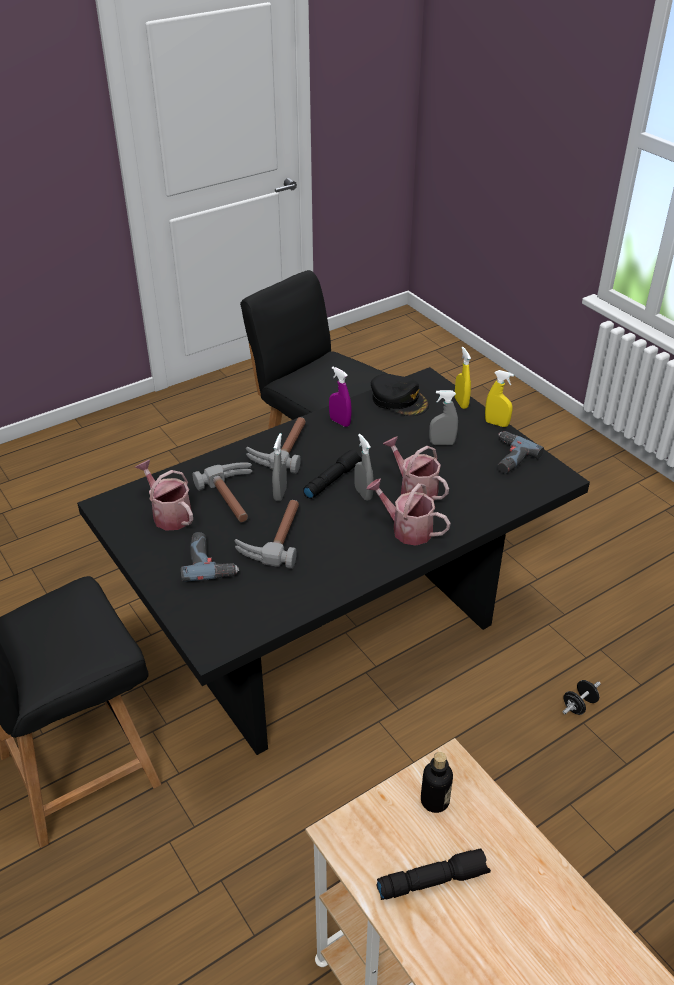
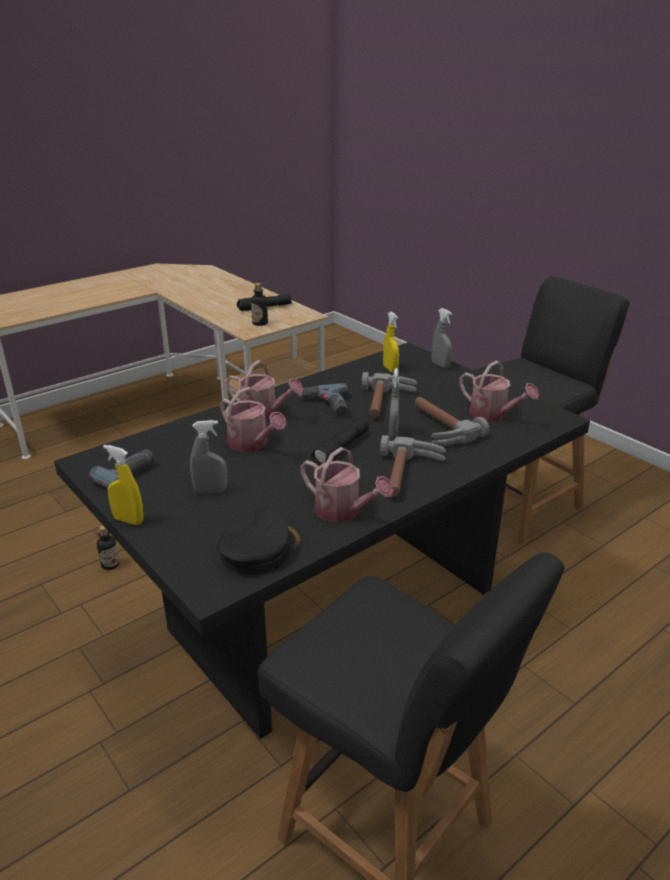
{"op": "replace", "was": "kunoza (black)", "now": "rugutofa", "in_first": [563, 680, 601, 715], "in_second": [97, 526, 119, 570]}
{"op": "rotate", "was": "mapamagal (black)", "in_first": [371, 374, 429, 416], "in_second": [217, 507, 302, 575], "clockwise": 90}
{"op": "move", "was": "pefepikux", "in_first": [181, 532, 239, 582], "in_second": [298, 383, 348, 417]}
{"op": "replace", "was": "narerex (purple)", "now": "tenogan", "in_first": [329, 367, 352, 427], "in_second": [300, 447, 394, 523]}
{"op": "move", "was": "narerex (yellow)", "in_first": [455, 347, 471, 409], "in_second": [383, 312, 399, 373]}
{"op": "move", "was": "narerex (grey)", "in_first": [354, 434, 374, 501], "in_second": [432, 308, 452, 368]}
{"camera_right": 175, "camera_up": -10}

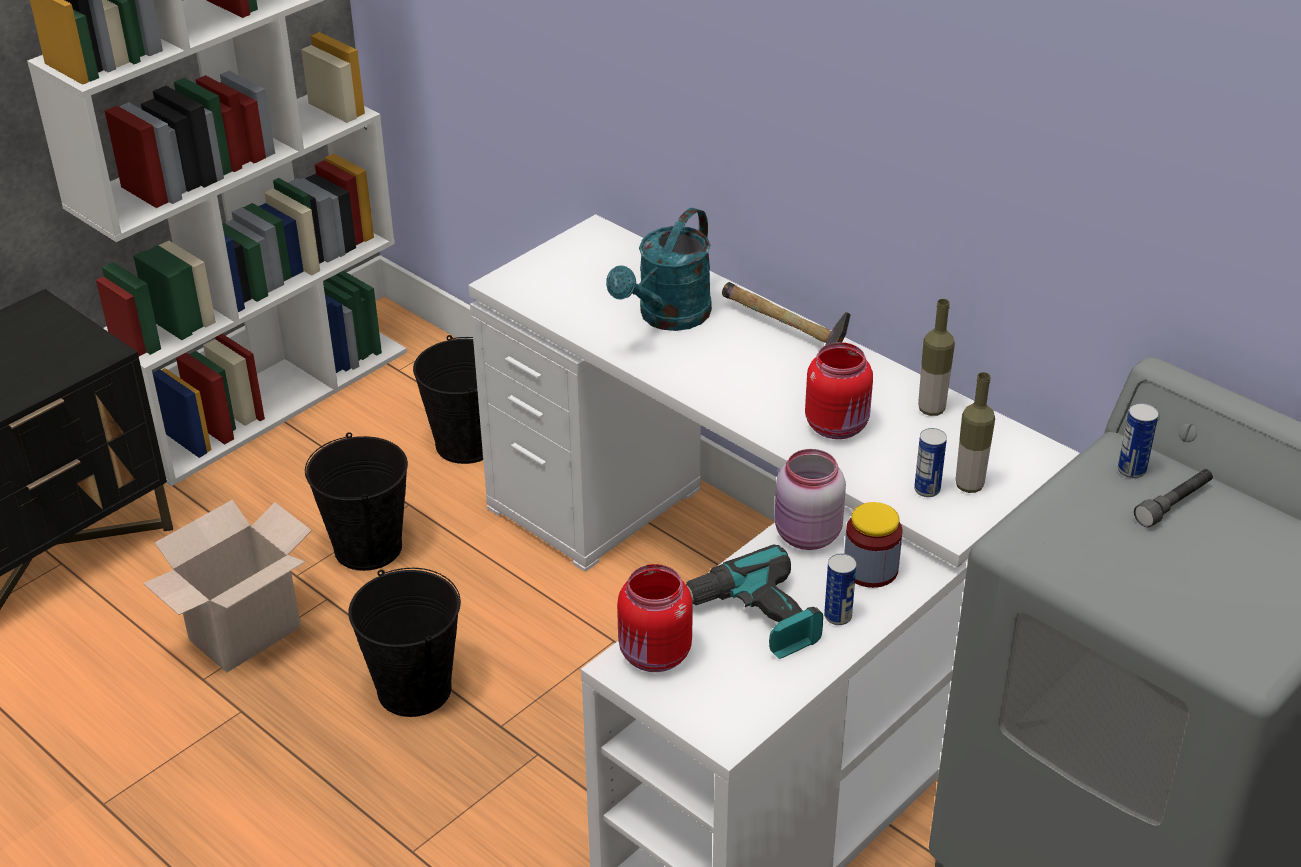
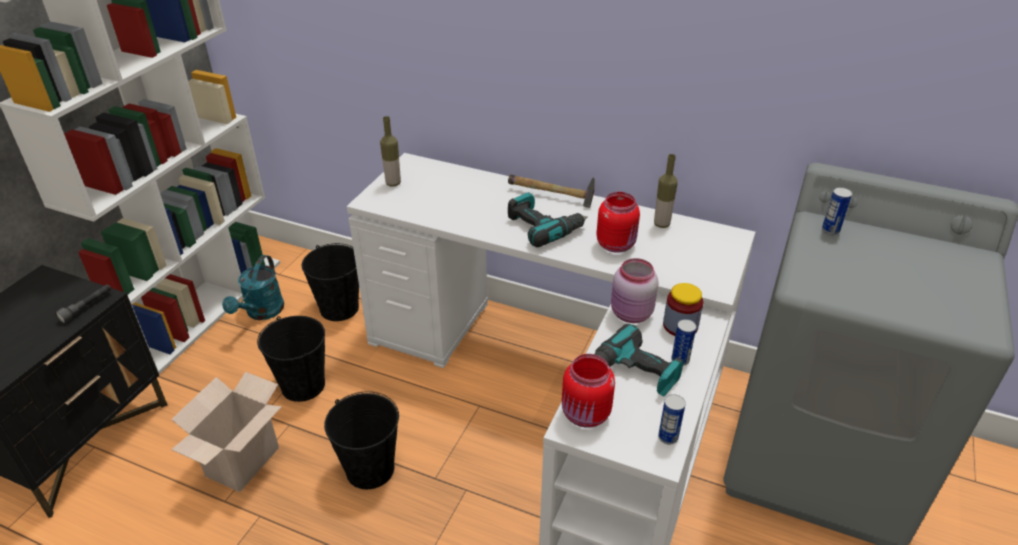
{"op": "move", "was": "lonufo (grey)", "in_first": [1134, 469, 1213, 528], "in_second": [55, 284, 111, 323]}
{"op": "move", "was": "tenogan (turquoise)", "in_first": [606, 208, 712, 331], "in_second": [222, 255, 284, 320]}
{"op": "move", "was": "rugutofa", "in_first": [956, 372, 995, 493], "in_second": [380, 116, 401, 187]}
{"op": "insert", "now": "pefepikux", "in_second": [508, 192, 588, 247]}
{"op": "move", "was": "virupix", "in_first": [914, 428, 947, 497], "in_second": [658, 394, 686, 445]}
{"camera_right": -20, "camera_up": 0}

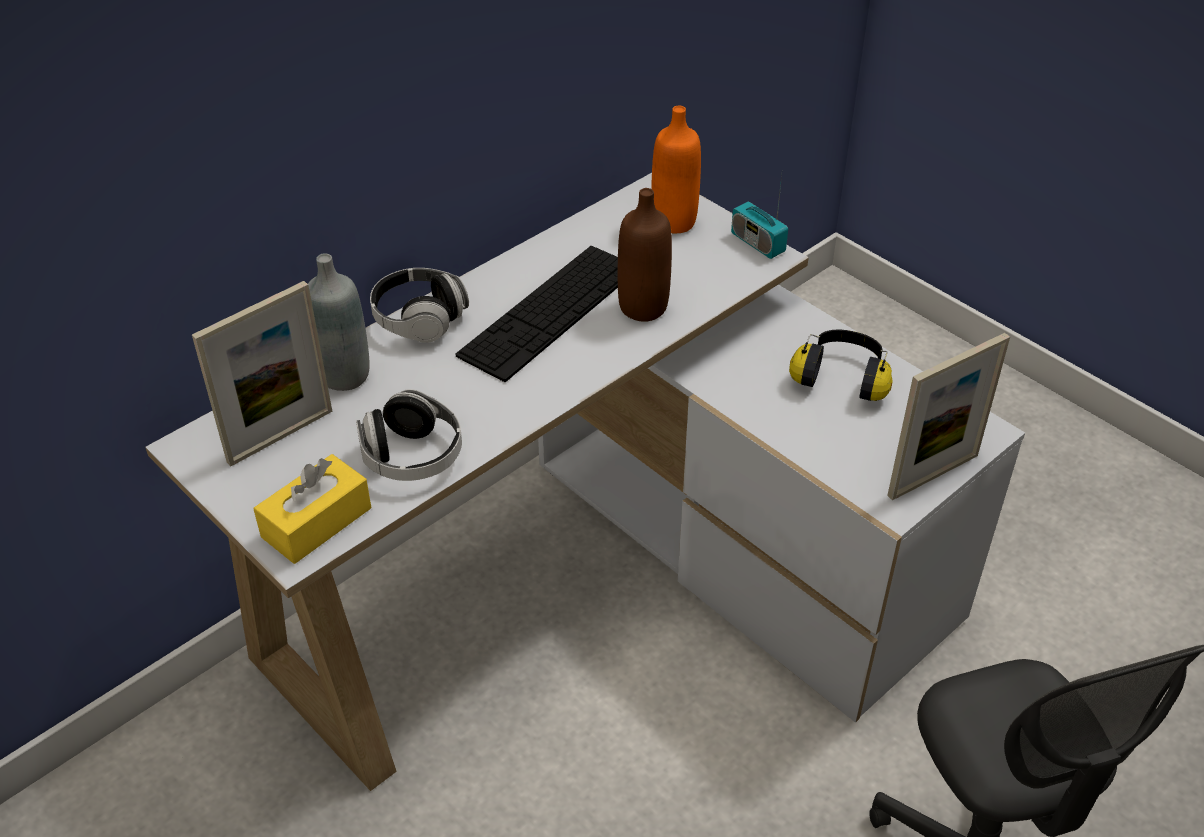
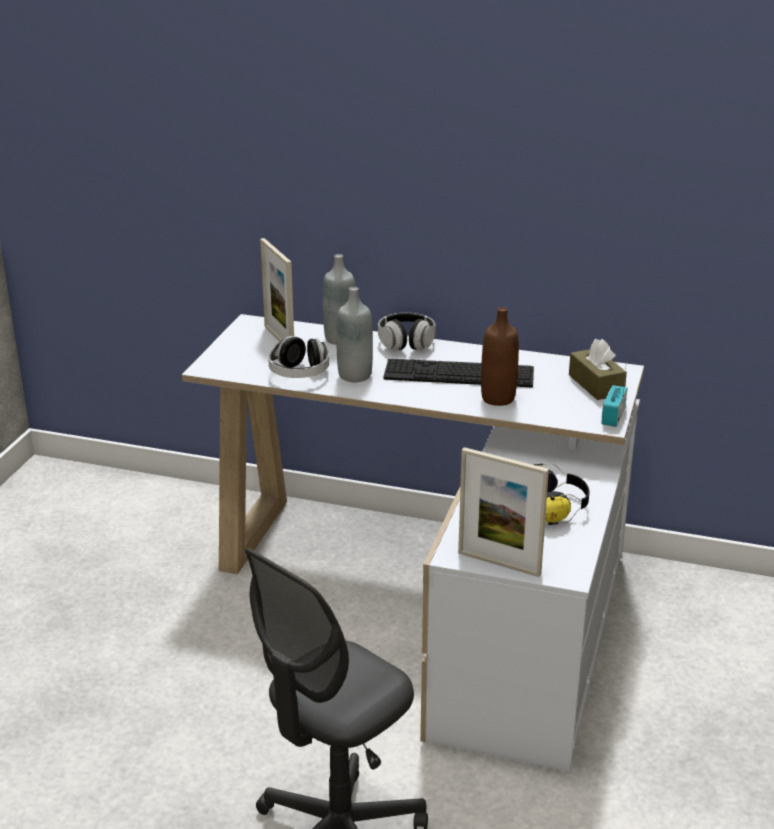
{"op": "rotate", "was": "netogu", "in_first": [192, 281, 332, 466], "in_second": [260, 238, 294, 341], "clockwise": 45}
{"op": "insert", "now": "rugutofa (grey)", "in_second": [336, 287, 373, 382]}
{"op": "replace", "was": "rugutofa (orange)", "now": "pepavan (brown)", "in_first": [651, 106, 701, 233], "in_second": [569, 339, 627, 400]}
{"op": "delete", "was": "pepavan (yellow)", "in_first": [253, 454, 371, 564]}
{"camera_right": 60, "camera_up": -15}

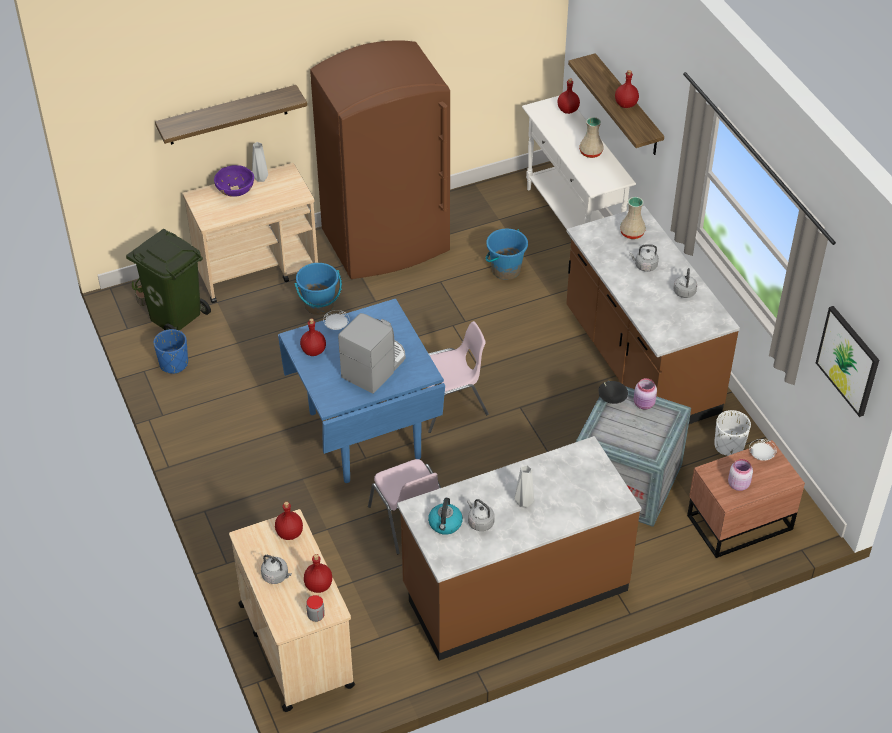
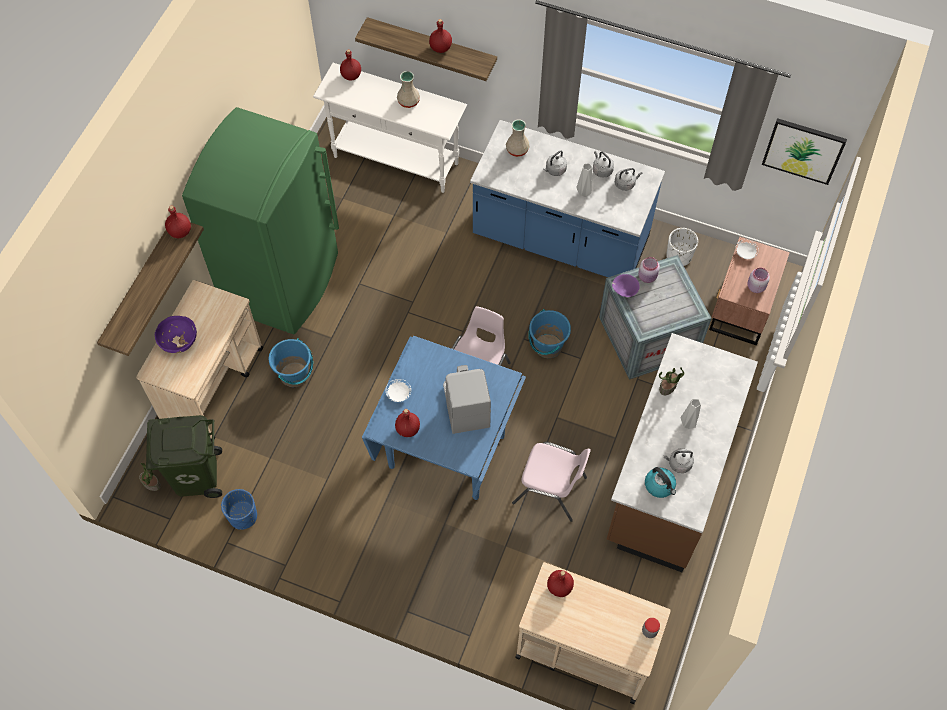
{"op": "move", "was": "rugutofa (red)", "in_first": [304, 554, 332, 593], "in_second": [165, 205, 191, 238]}
{"op": "recolor", "was": "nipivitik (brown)", "now": "nipivitik (green)", "in_first": [310, 40, 450, 279], "in_second": [182, 107, 339, 335]}
{"op": "recolor", "was": "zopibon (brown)", "now": "zopibon (blue)", "in_first": [566, 206, 740, 424], "in_second": [470, 120, 665, 277]}
{"op": "move", "was": "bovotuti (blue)", "in_first": [486, 229, 528, 280], "in_second": [529, 309, 571, 358]}
{"op": "move", "was": "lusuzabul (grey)", "in_first": [252, 142, 268, 182], "in_second": [576, 163, 592, 197]}
{"op": "recolor", "was": "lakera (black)", "now": "lakera (purple)", "in_first": [598, 381, 628, 404], "in_second": [612, 274, 640, 297]}
{"op": "move", "was": "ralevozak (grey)", "in_first": [261, 555, 292, 584], "in_second": [615, 168, 642, 191]}
{"op": "insert", "now": "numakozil", "in_second": [659, 367, 684, 395]}
{"camera_right": -45, "camera_up": 15}

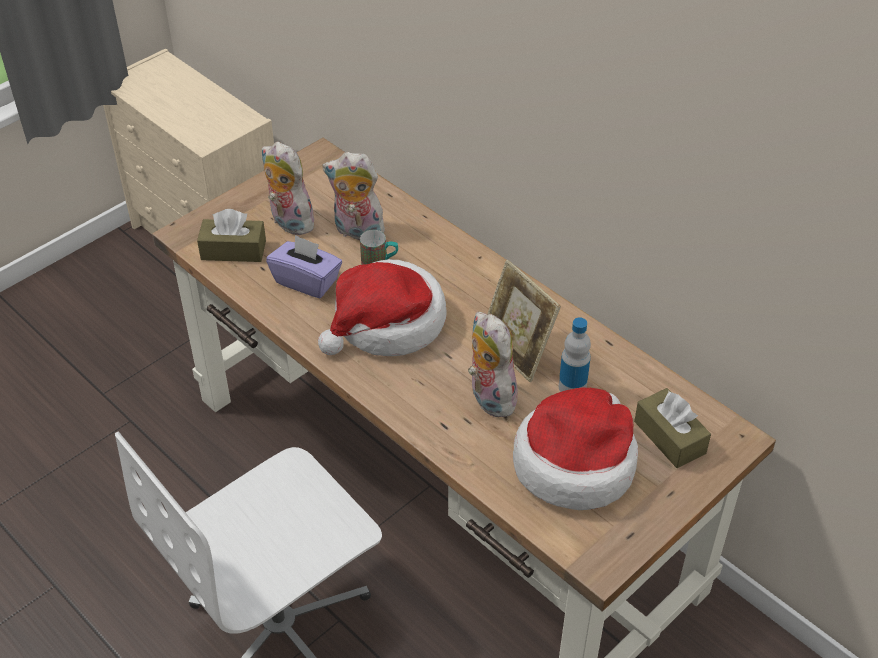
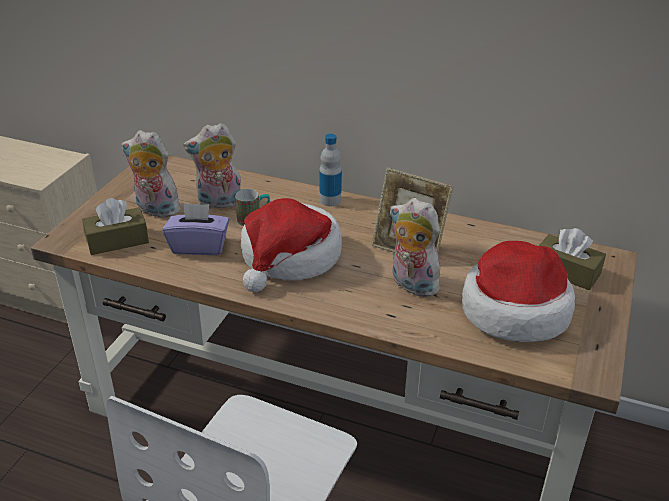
{"op": "move", "was": "rugutofa", "in_first": [559, 317, 591, 392], "in_second": [319, 134, 342, 206]}
{"camera_right": -25, "camera_up": -10}

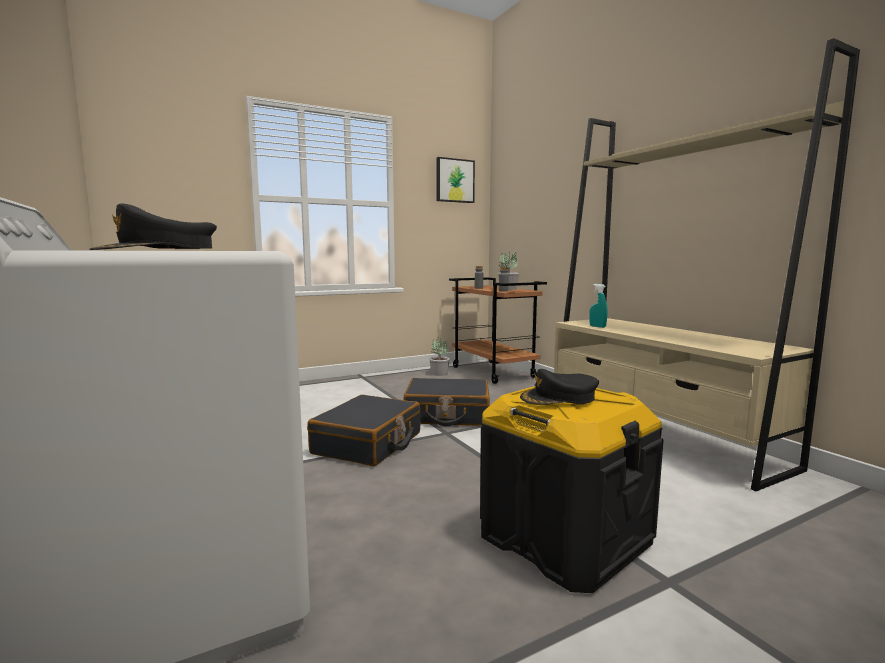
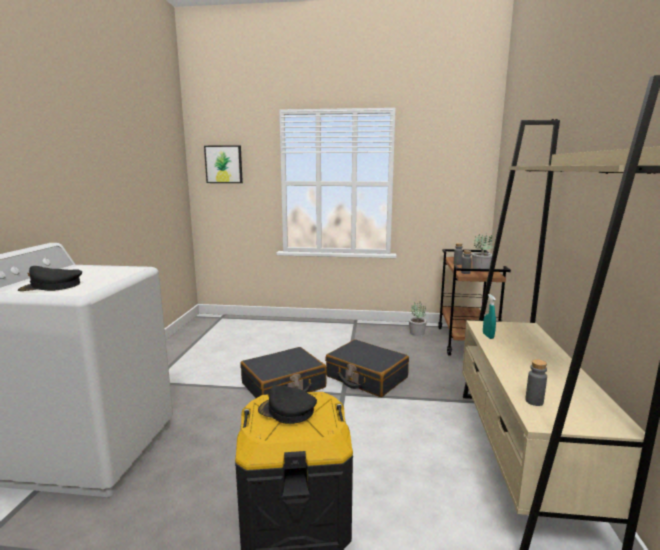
{"op": "move", "was": "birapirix", "in_first": [436, 157, 475, 203], "in_second": [204, 145, 243, 183]}
{"op": "insert", "now": "rugutofa (grey)", "in_second": [525, 359, 547, 406]}
{"camera_right": 35, "camera_up": 5}

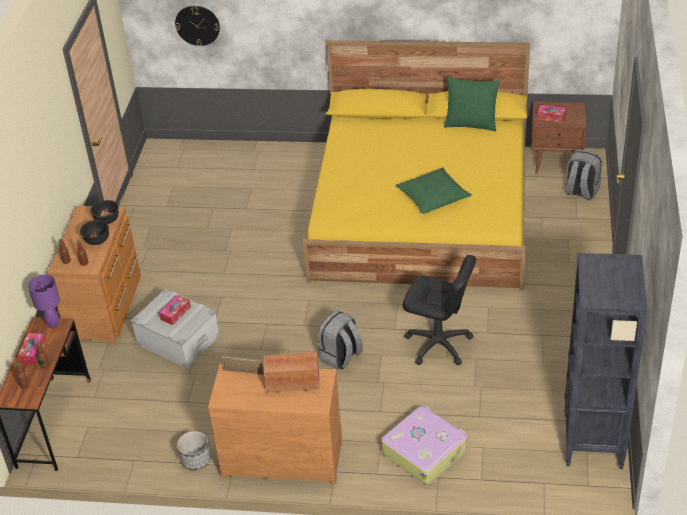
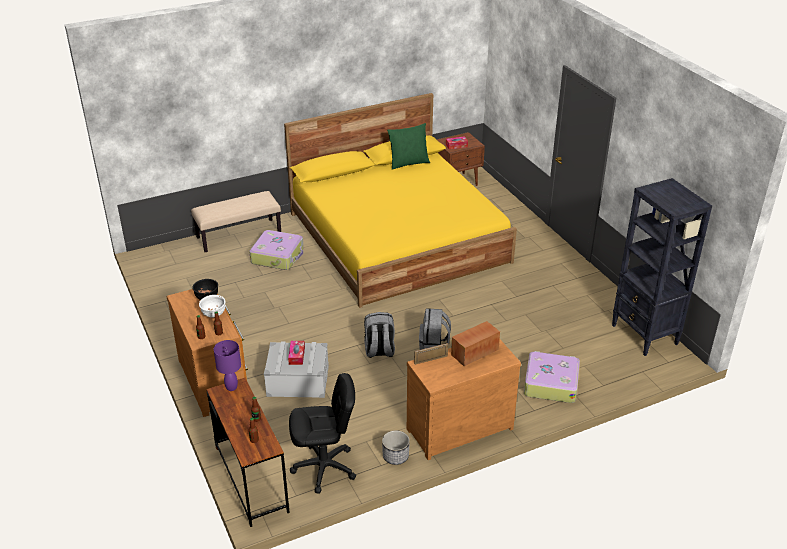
{"op": "insert", "now": "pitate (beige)", "in_second": [191, 191, 281, 252]}
{"op": "recolor", "was": "lakera (black)", "now": "lakera (white)", "in_first": [80, 220, 109, 245], "in_second": [199, 295, 226, 318]}
{"op": "insert", "now": "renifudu", "in_second": [249, 230, 303, 270]}
{"op": "move", "was": "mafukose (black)", "in_first": [403, 255, 476, 365], "in_second": [289, 373, 356, 494]}
{"op": "move", "was": "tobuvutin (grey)", "in_first": [565, 150, 602, 201], "in_second": [364, 312, 395, 358]}
{"op": "delete", "was": "pepavan", "in_first": [18, 333, 46, 365]}
{"op": "delete", "was": "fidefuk", "in_first": [175, 5, 220, 46]}
{"op": "delete", "was": "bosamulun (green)", "in_first": [396, 167, 472, 214]}
{"camera_right": -35, "camera_up": -5}

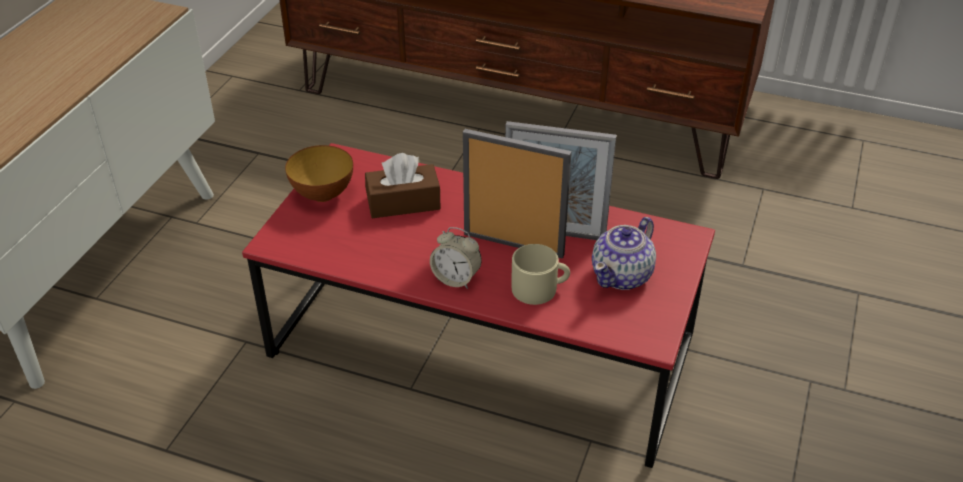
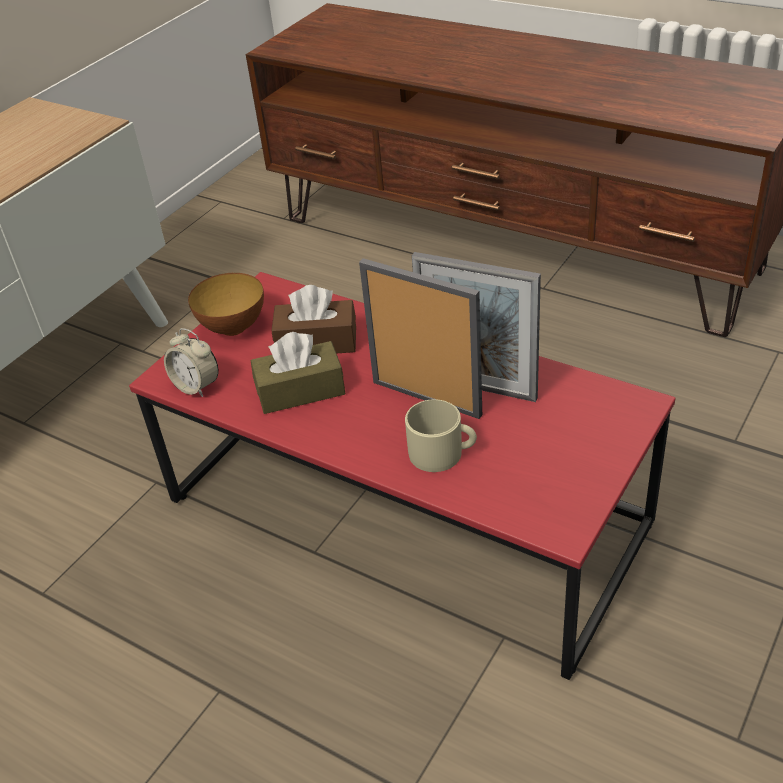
{"op": "move", "was": "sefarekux", "in_first": [430, 227, 482, 289], "in_second": [164, 328, 218, 397]}
{"op": "insert", "now": "pepavan (brown)", "in_second": [251, 332, 345, 414]}
{"op": "delete", "was": "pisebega", "in_first": [592, 217, 656, 290]}
{"camera_right": 15, "camera_up": 0}

